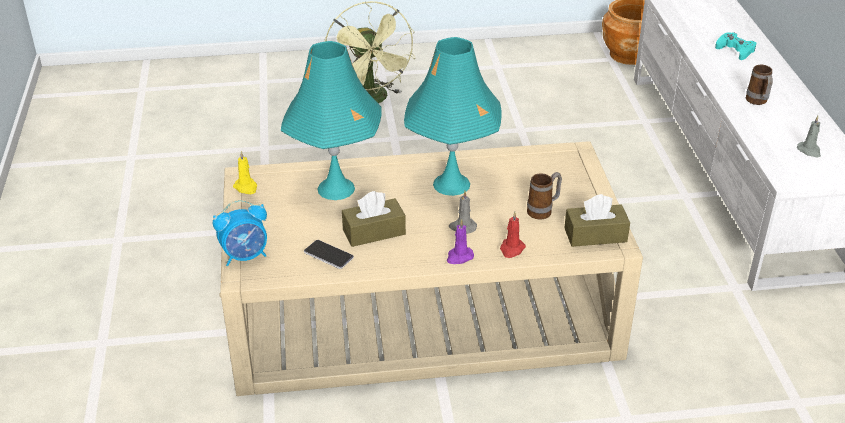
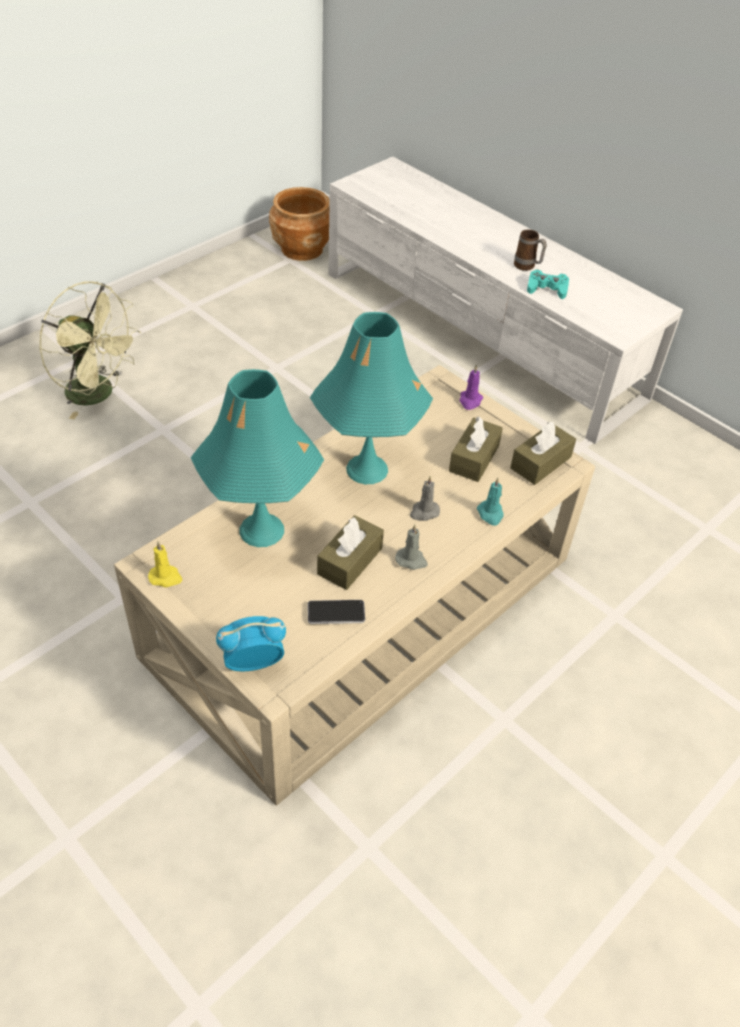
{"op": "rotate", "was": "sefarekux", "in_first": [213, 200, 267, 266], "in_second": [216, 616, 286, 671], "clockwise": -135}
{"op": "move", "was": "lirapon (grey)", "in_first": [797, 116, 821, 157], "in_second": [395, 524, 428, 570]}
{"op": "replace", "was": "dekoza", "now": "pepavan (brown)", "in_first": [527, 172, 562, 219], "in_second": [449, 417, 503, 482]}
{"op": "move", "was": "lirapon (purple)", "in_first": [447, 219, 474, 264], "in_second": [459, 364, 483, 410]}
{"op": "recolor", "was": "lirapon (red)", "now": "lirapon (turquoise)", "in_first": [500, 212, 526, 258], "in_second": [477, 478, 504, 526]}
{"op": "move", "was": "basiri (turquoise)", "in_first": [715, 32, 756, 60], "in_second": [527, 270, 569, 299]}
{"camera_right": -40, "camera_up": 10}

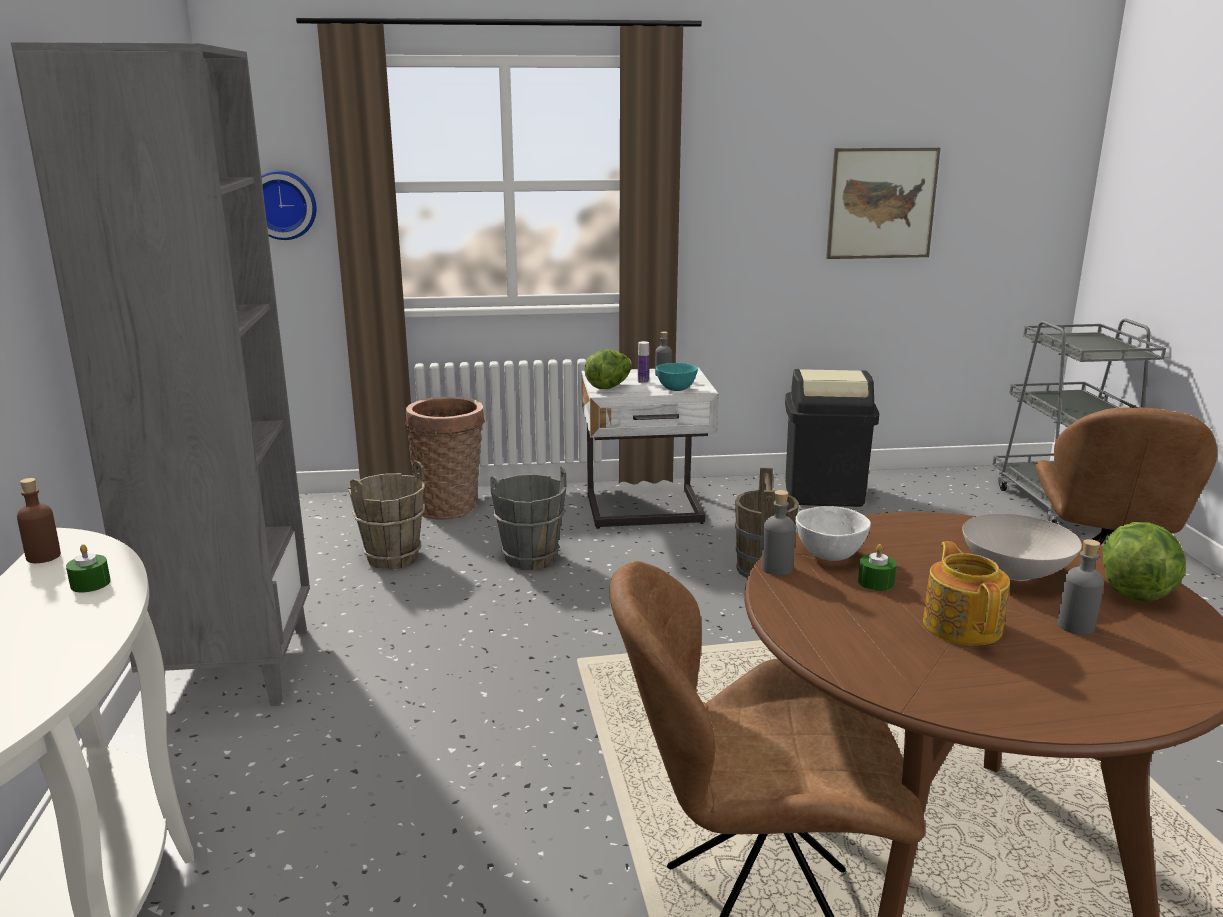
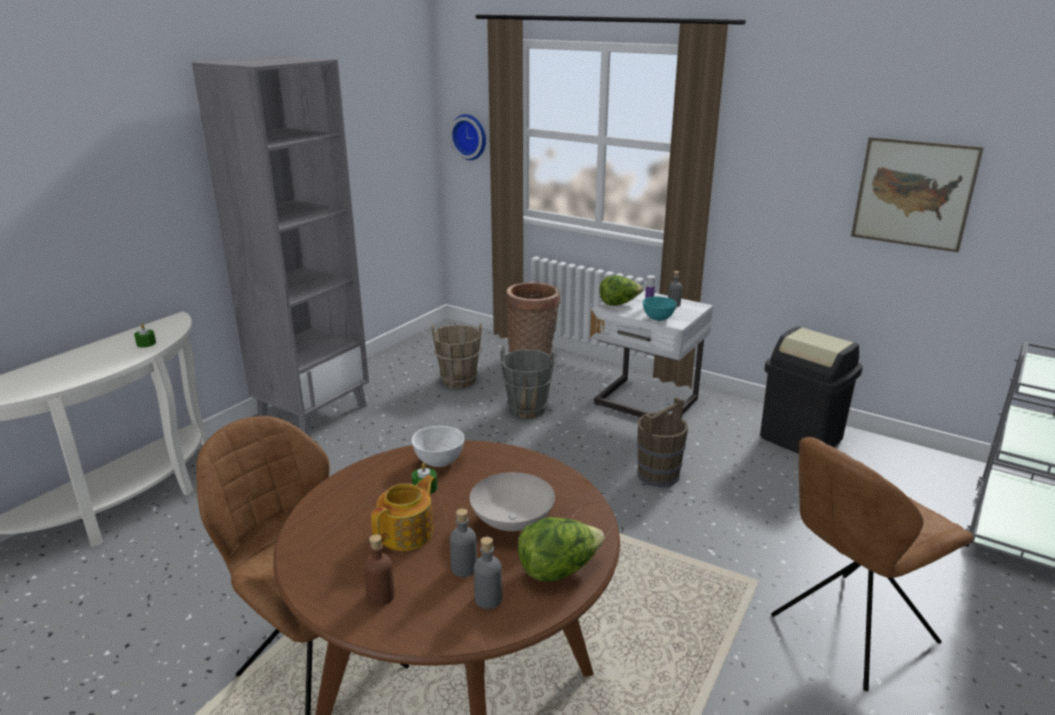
{"op": "move", "was": "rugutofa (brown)", "in_first": [17, 478, 61, 563], "in_second": [364, 534, 394, 606]}
{"op": "move", "was": "rugutofa (grey)", "in_first": [762, 490, 795, 576], "in_second": [474, 537, 502, 609]}
{"camera_right": 40, "camera_up": 5}

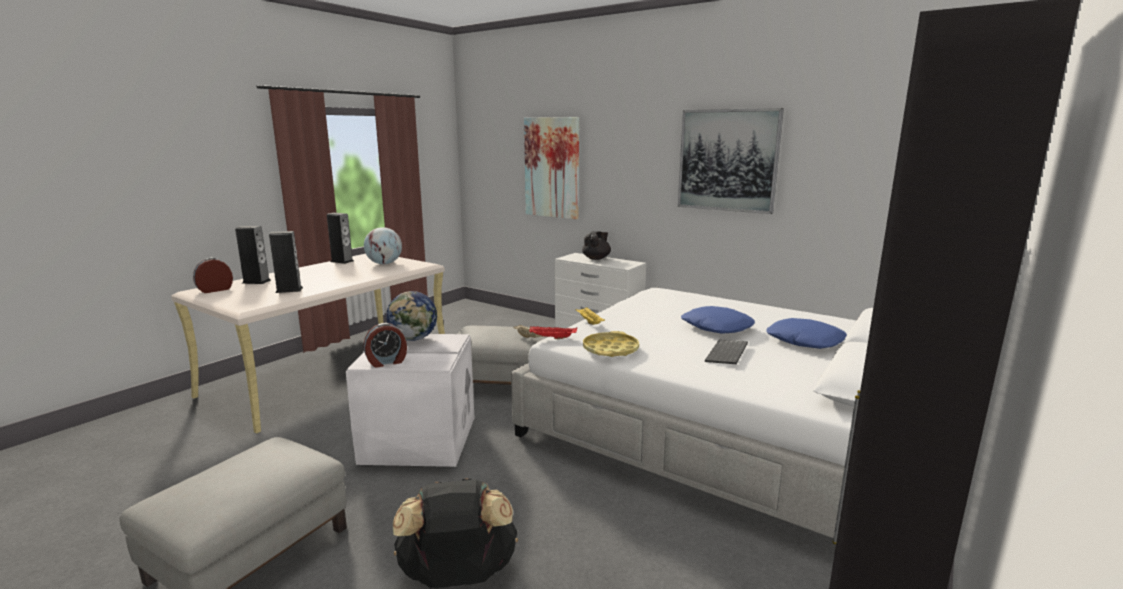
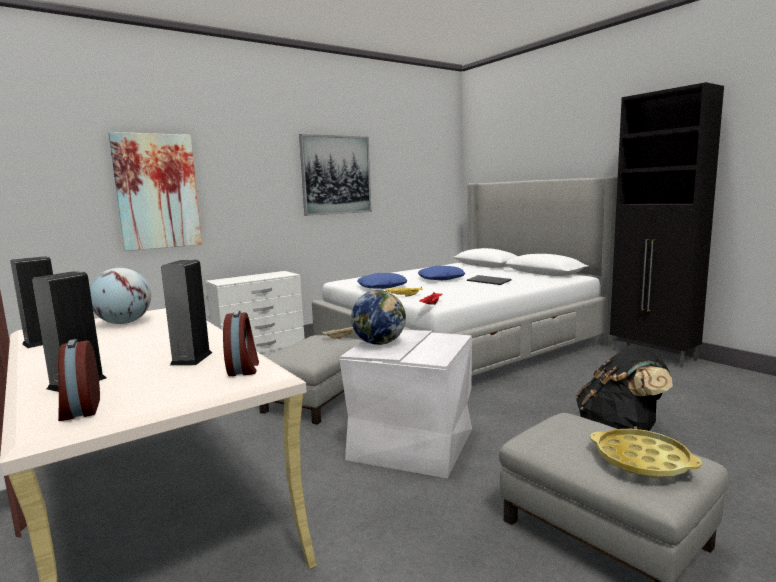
{"op": "move", "was": "sefarekux", "in_first": [363, 323, 407, 368], "in_second": [223, 310, 259, 376]}
{"op": "move", "was": "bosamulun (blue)", "in_first": [766, 318, 847, 349], "in_second": [357, 273, 407, 289]}
{"op": "move", "was": "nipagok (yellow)", "in_first": [583, 331, 639, 357], "in_second": [590, 429, 702, 478]}
{"op": "delete", "was": "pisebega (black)", "in_first": [582, 231, 611, 260]}
{"camera_right": -70, "camera_up": -5}

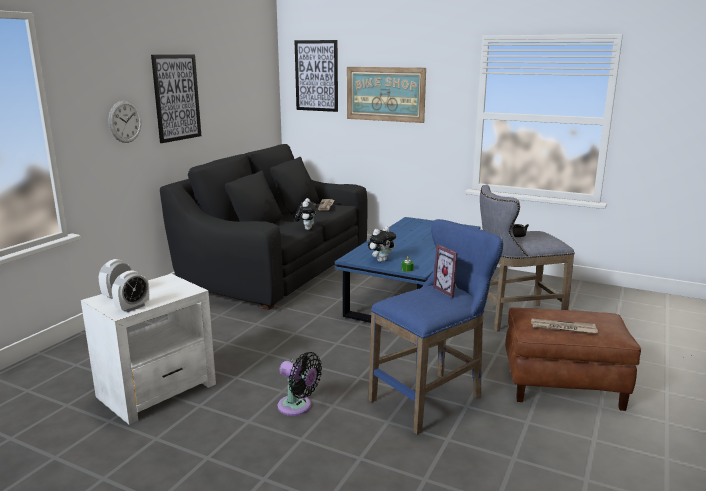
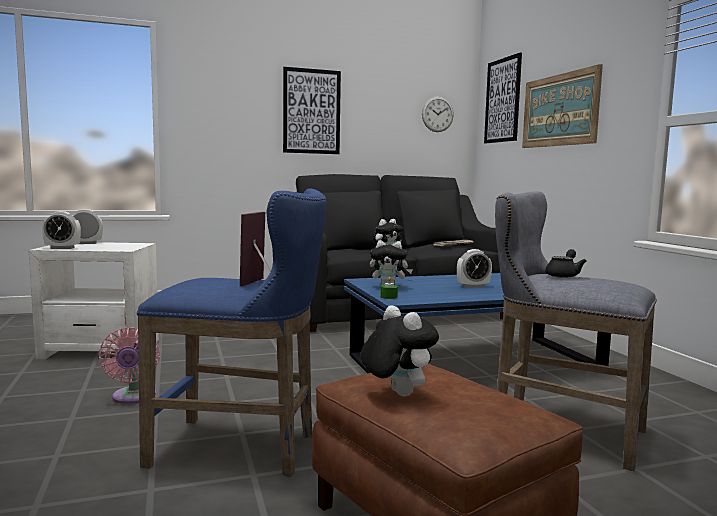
{"op": "recolor", "was": "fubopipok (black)", "now": "fubopipok (pink)", "in_first": [278, 352, 322, 416], "in_second": [98, 327, 160, 404]}
{"op": "replace", "was": "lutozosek", "now": "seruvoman", "in_first": [531, 319, 598, 333], "in_second": [361, 305, 439, 396]}
{"op": "move", "was": "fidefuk", "in_first": [109, 101, 141, 143], "in_second": [422, 96, 454, 132]}
{"op": "insert", "now": "sefarekux", "in_second": [457, 249, 492, 288]}
{"camera_right": 45, "camera_up": -10}

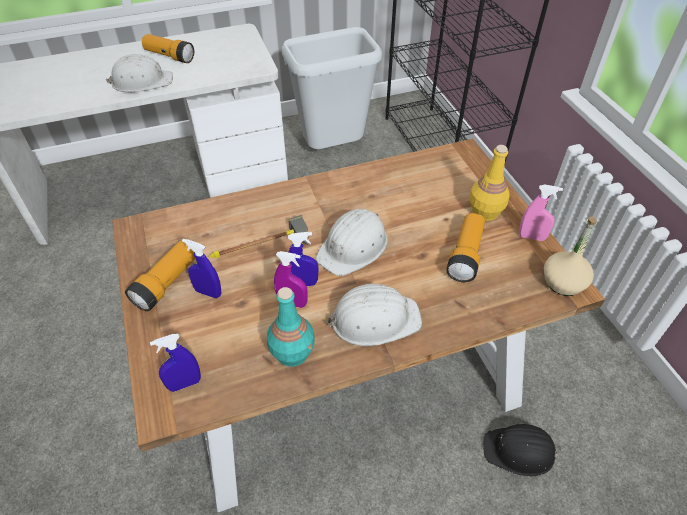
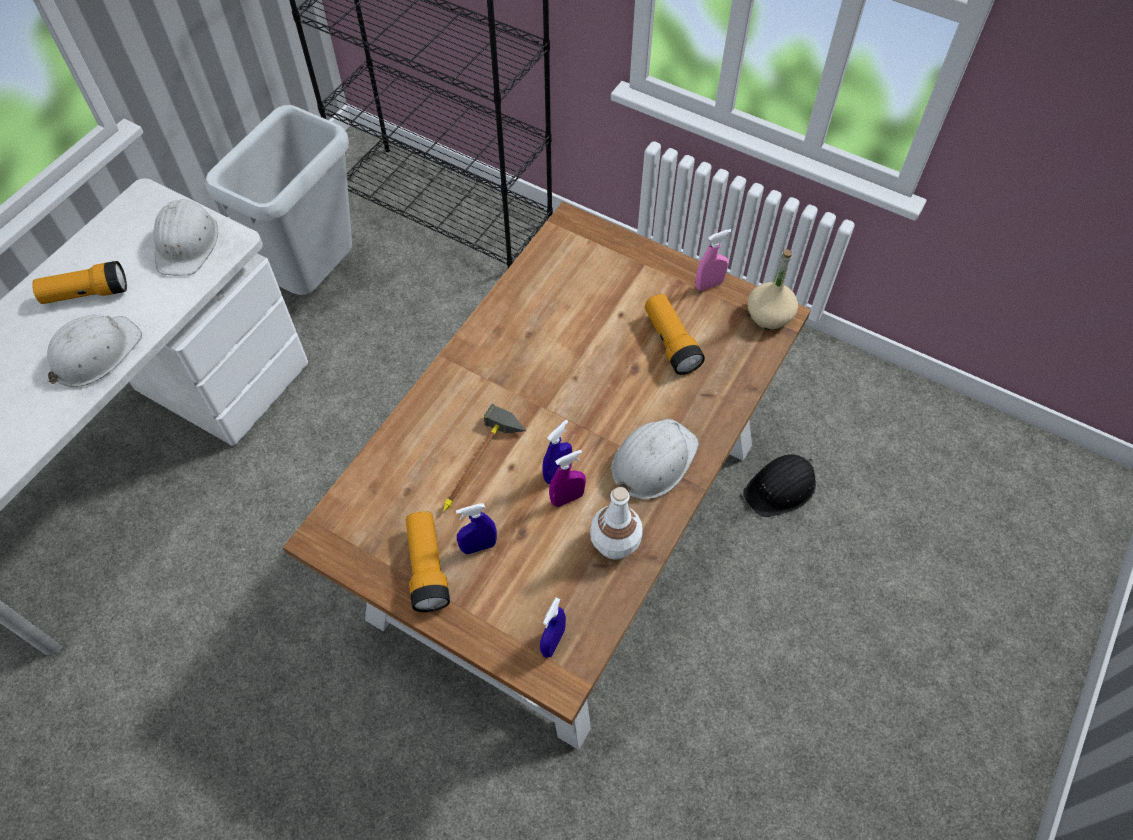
{"op": "move", "was": "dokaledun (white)", "in_first": [316, 209, 388, 276], "in_second": [154, 199, 218, 275]}
{"op": "recolor", "was": "rugutofa (turquoise)", "now": "rugutofa (white)", "in_first": [267, 287, 315, 367], "in_second": [590, 487, 643, 560]}
{"op": "delete", "was": "rugutofa (yellow)", "in_first": [469, 145, 510, 221]}
{"camera_right": -40, "camera_up": 10}

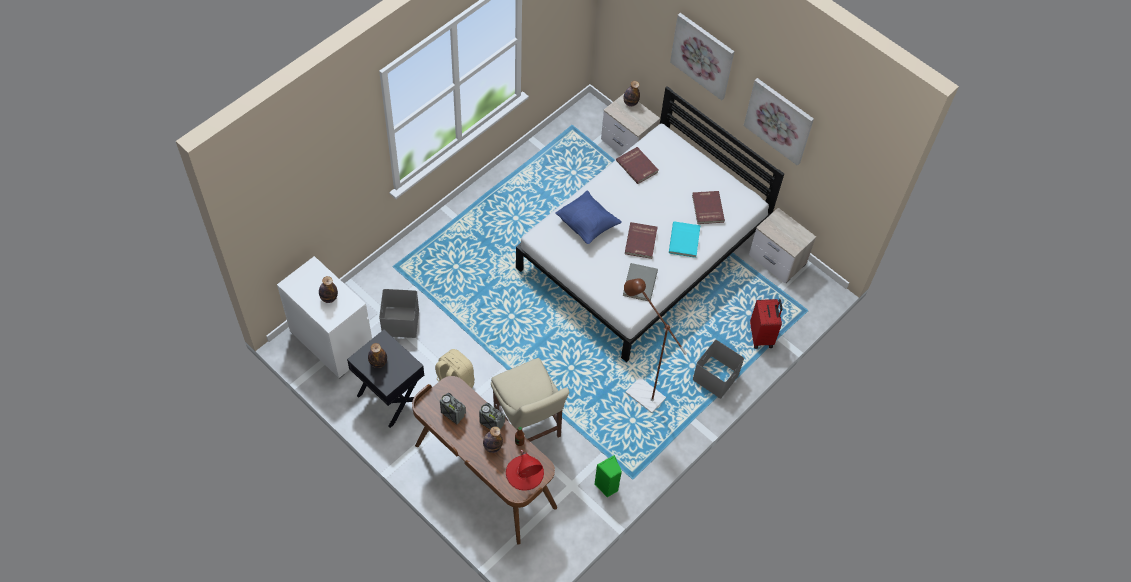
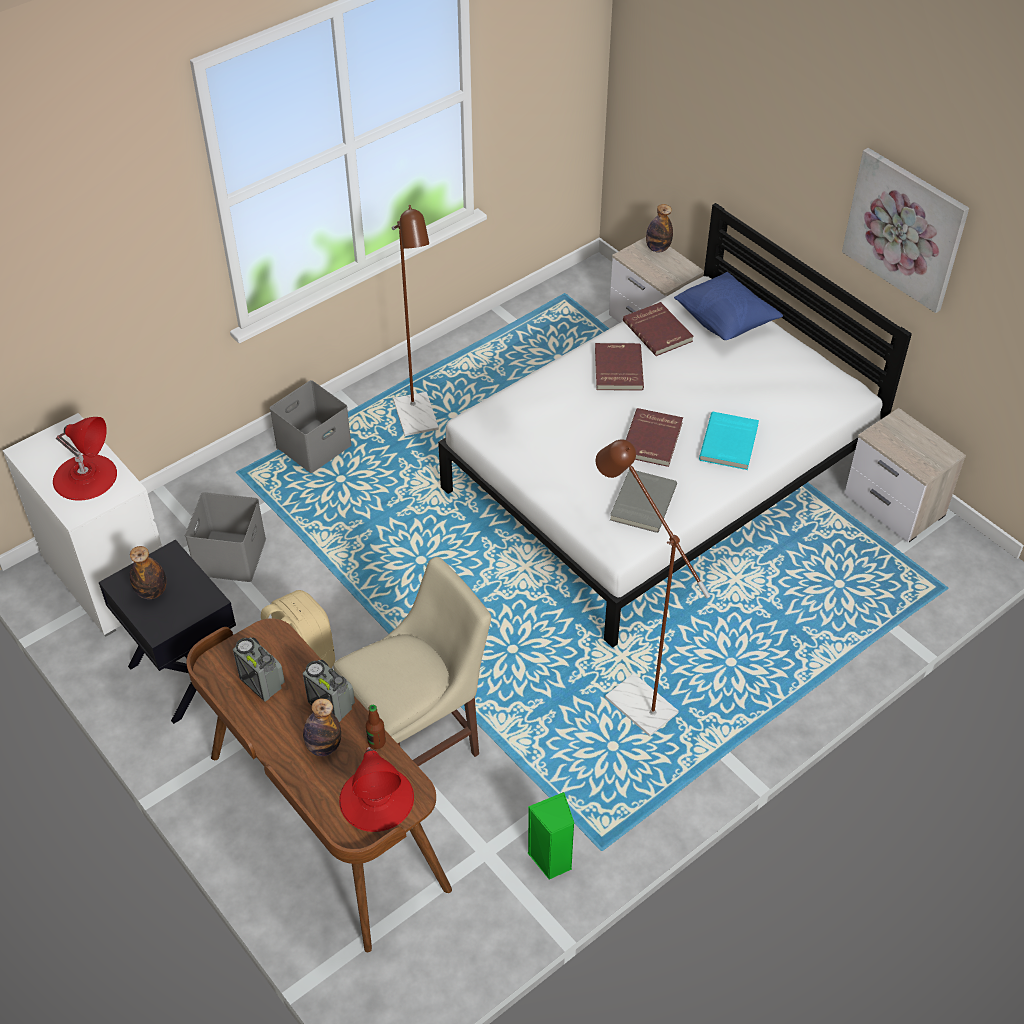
{"op": "replace", "was": "rugutofa", "now": "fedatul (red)", "in_first": [319, 276, 338, 303], "in_second": [53, 417, 117, 501]}
{"op": "move", "was": "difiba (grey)", "in_first": [693, 340, 744, 399], "in_second": [270, 380, 351, 473]}
{"op": "rotate", "was": "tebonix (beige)", "in_first": [491, 358, 569, 442], "in_second": [333, 557, 491, 766], "clockwise": -105}
{"op": "insert", "now": "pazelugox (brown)", "in_second": [392, 205, 439, 436]}
{"op": "move", "was": "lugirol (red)", "in_first": [692, 191, 725, 224], "in_second": [595, 343, 644, 391]}
{"op": "move", "was": "bosamulun (blue)", "in_first": [555, 190, 622, 244], "in_second": [674, 272, 783, 340]}
{"op": "delete", "was": "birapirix", "in_first": [670, 13, 734, 100]}
{"op": "delete", "was": "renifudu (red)", "in_first": [750, 299, 782, 349]}
{"camera_right": 10, "camera_up": -10}

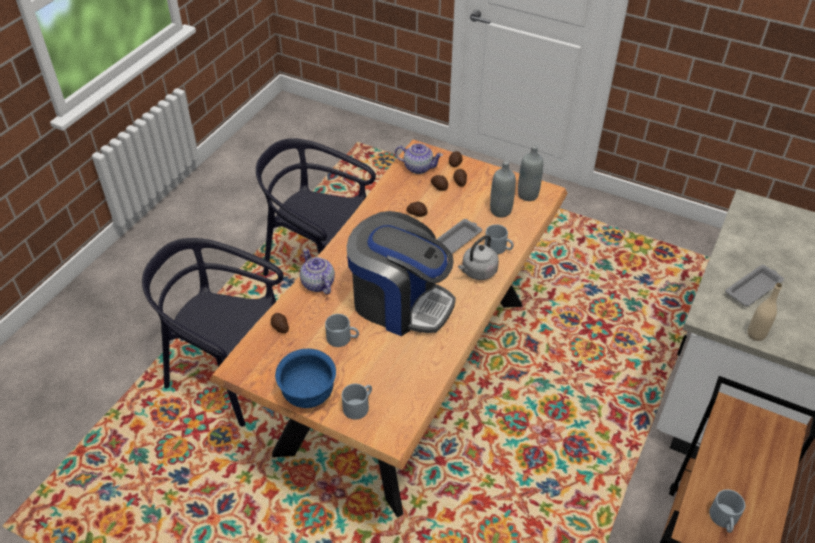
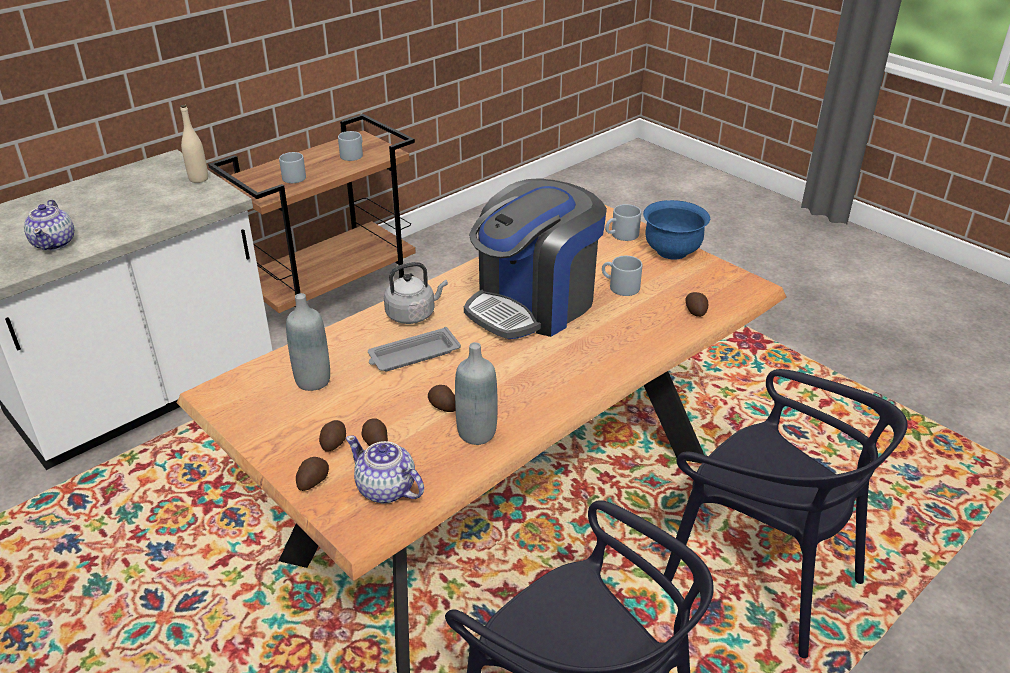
{"op": "move", "was": "pisebega", "in_first": [300, 248, 335, 294], "in_second": [24, 200, 74, 251]}
{"op": "move", "was": "dekoza (grey)", "in_first": [485, 224, 514, 255], "in_second": [279, 152, 306, 183]}
{"op": "move", "was": "rugutofa (grey)", "in_first": [518, 145, 543, 201], "in_second": [455, 342, 498, 445]}
{"op": "rotate", "was": "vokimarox", "in_first": [347, 211, 456, 336], "in_second": [464, 178, 607, 339], "clockwise": -90}
{"op": "delete", "was": "nipagok (grey)", "in_first": [725, 265, 784, 307]}
{"camera_right": -160, "camera_up": -10}

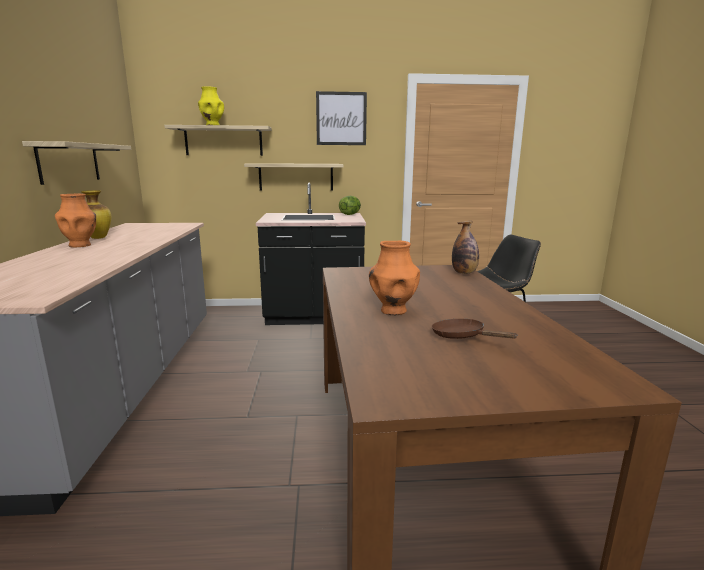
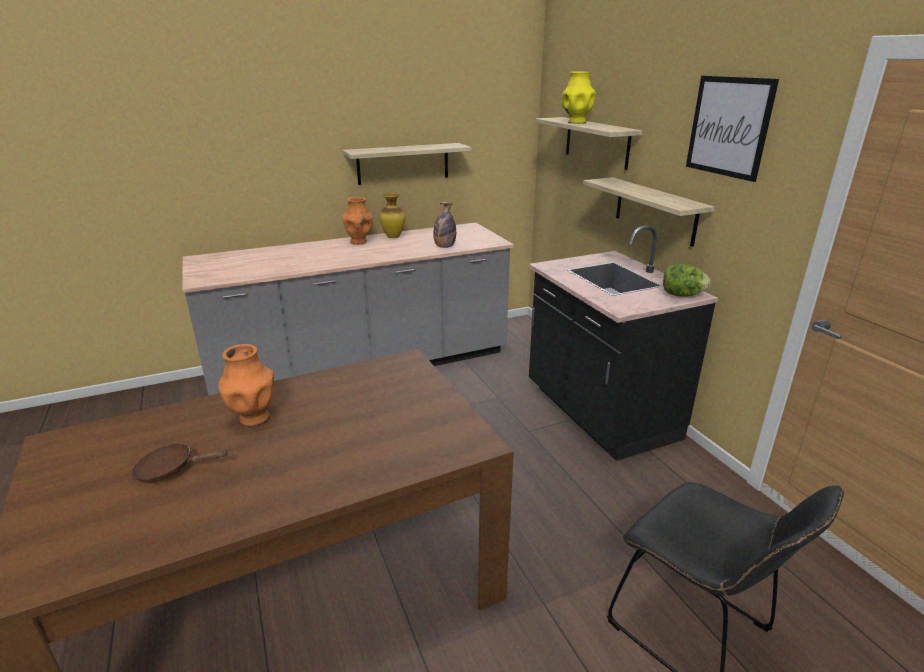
{"op": "rotate", "was": "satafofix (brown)", "in_first": [432, 319, 518, 339], "in_second": [132, 443, 229, 483], "clockwise": -120}
{"op": "move", "was": "rugutofa", "in_first": [452, 221, 479, 274], "in_second": [433, 202, 456, 248]}
{"camera_right": 70, "camera_up": 10}

